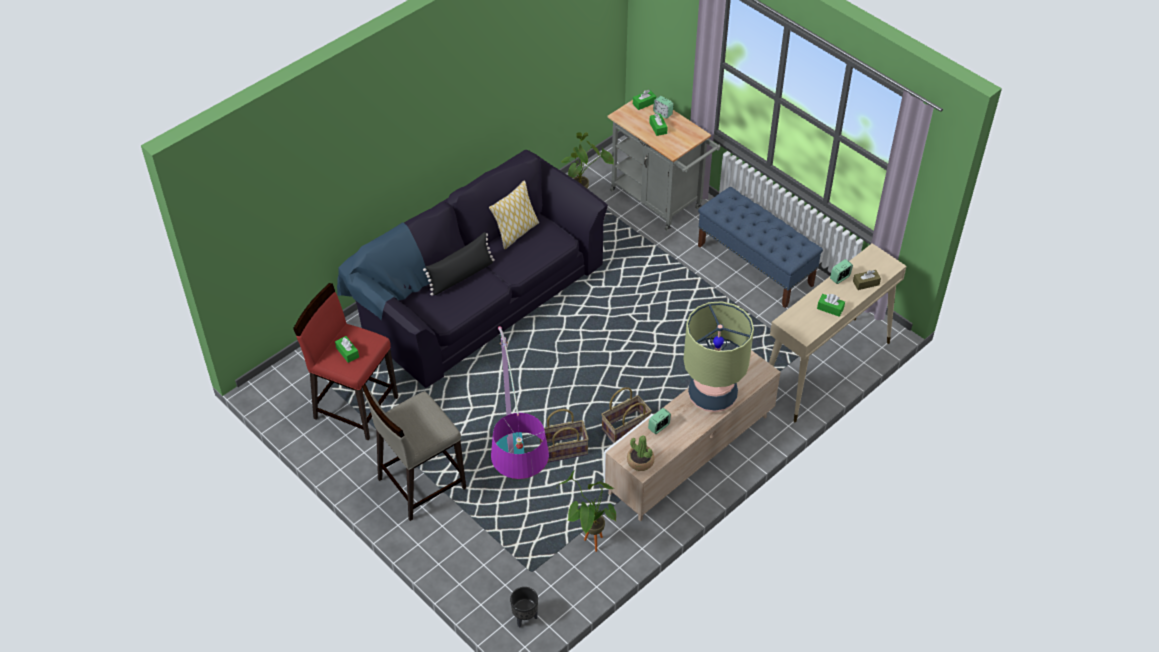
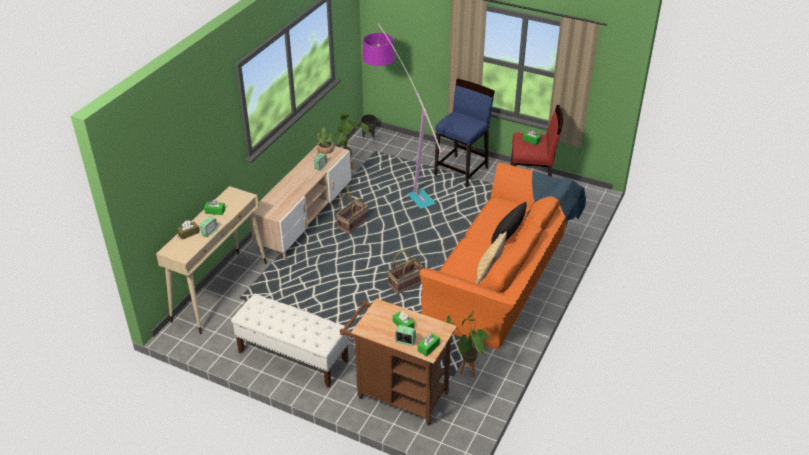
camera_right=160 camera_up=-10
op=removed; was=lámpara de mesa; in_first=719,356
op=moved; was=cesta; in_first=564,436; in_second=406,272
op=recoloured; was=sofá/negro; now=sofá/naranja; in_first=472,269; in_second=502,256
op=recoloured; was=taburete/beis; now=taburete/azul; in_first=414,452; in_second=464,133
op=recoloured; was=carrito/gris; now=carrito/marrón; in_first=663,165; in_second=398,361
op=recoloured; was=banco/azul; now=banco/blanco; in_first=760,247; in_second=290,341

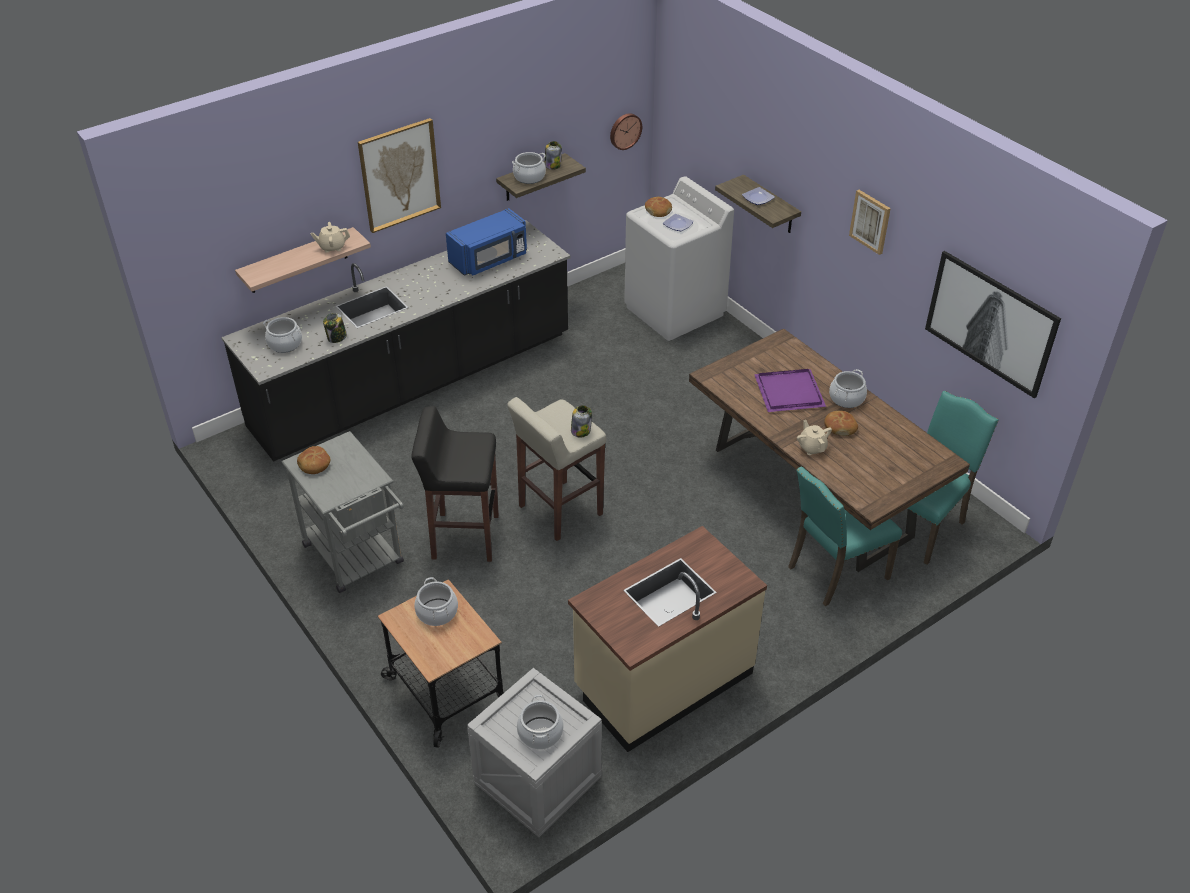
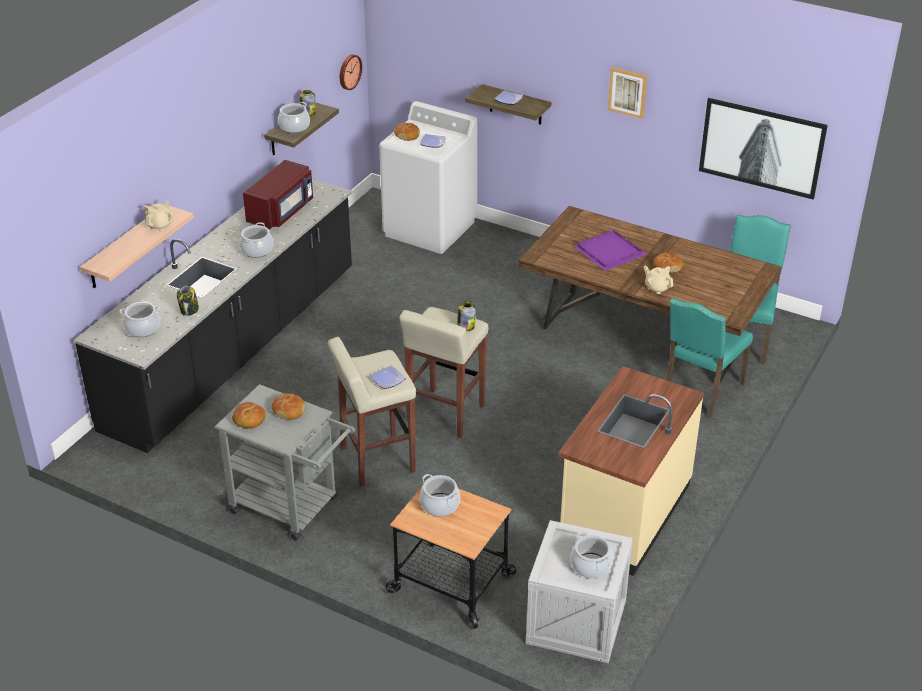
camera_right=-25 camera_up=-5
op=removed; was=cuadro; in_first=399,175
op=added; now=pan; in_second=288,407
op=added; now=plato; in_second=388,377
op=moved; was=olla; in_first=848,388; in_second=256,240
op=recoloured; was=taburete/negro; now=taburete/beis; in_first=455,484; in_second=372,412
op=recoloured; was=microondas/azul; now=microondas/rojo; in_first=486,242; in_second=278,194
op=turned; was=tetera/beis; in_first=330,237; in_second=157,215; clockwise=150

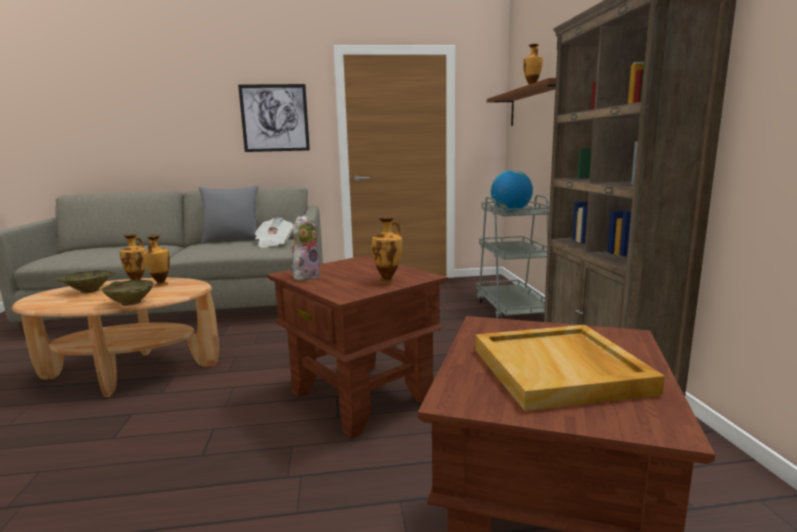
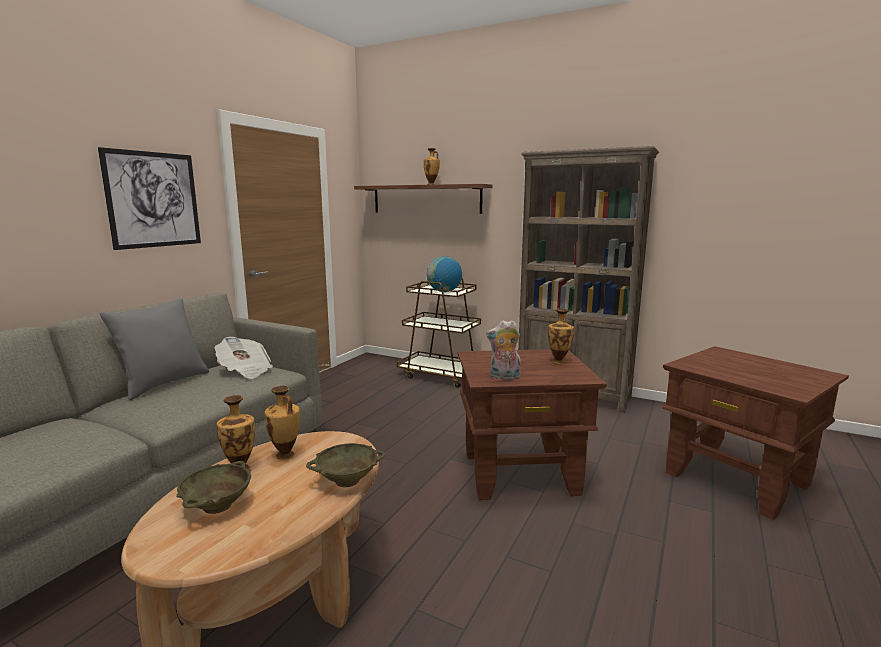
camera_right=-55 camera_up=0
op=removed; was=bandeja/beis; in_first=570,368
op=recoloured; was=carrito/gris; now=carrito/marrón; in_first=513,256; in_second=439,333
op=turned; was=peluche; in_first=306,248; in_second=503,350; clockwise=-60

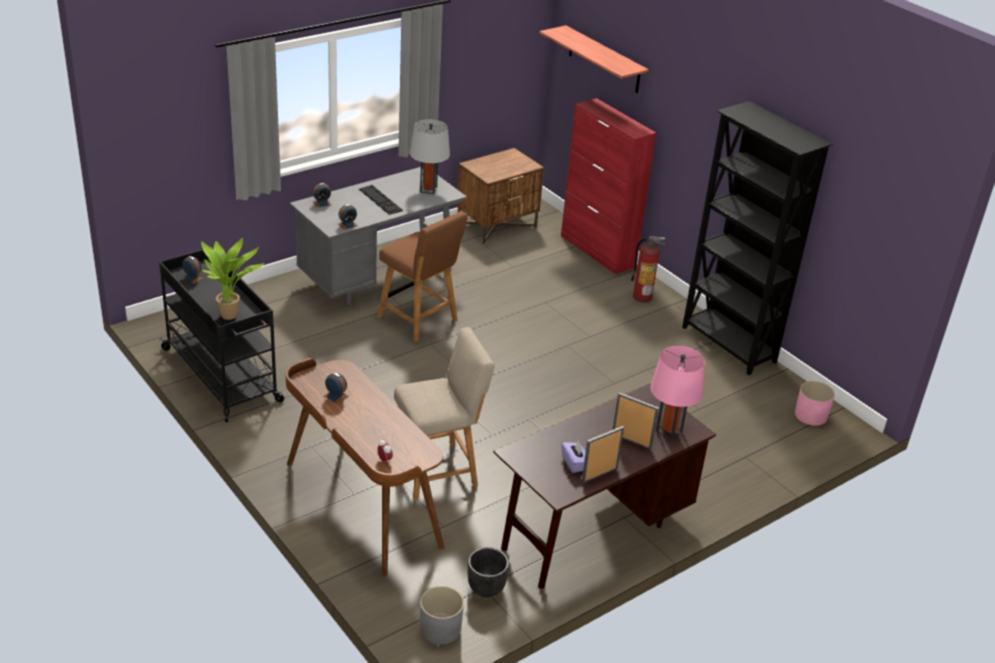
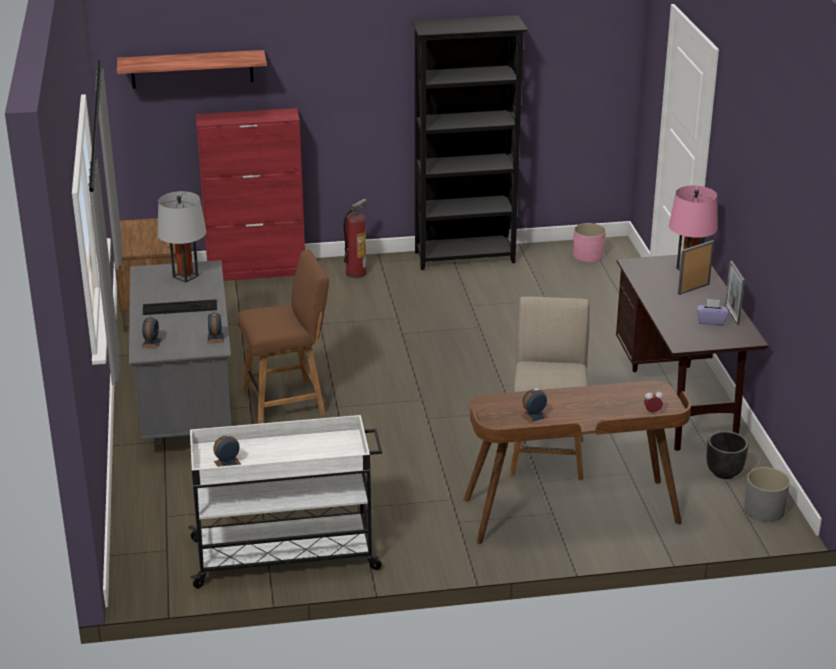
camera_right=-60 camera_up=-5
op=removed; was=planta en maceta; in_first=232,279
op=recoloured; was=carrito/negro; now=carrito/blanco; in_first=221,335; in_second=285,502

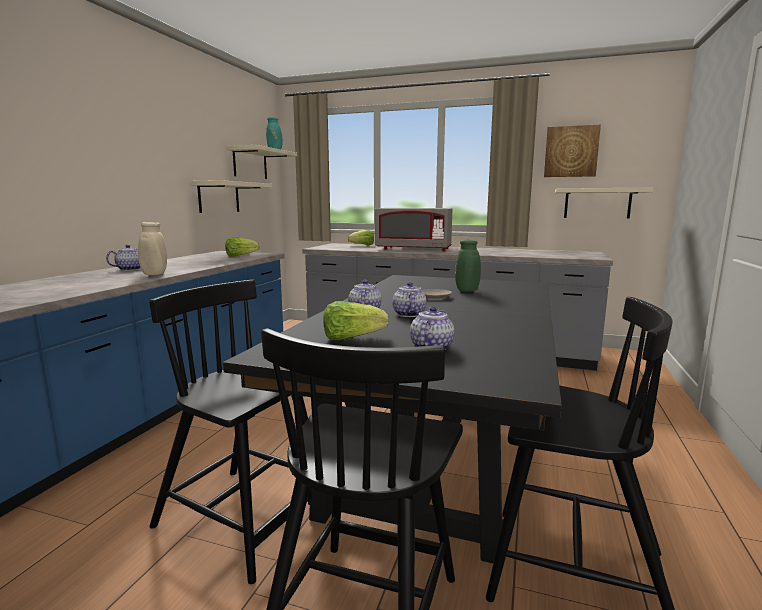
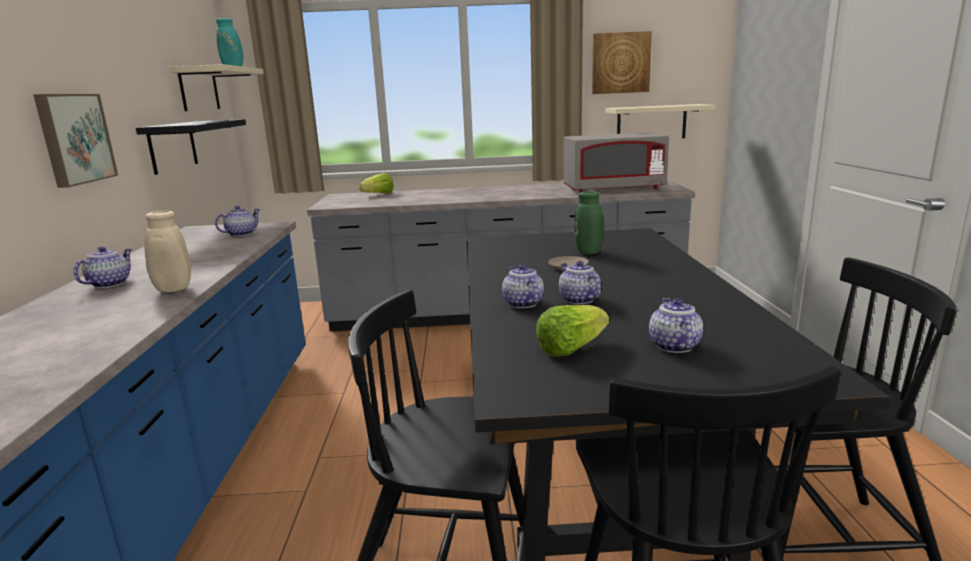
camera_right=-20 camera_up=5
op=added; now=cuadro; in_second=75,141
op=moved; was=microondas/gris; in_first=413,229; in_second=616,163
op=replaced; was=lechuga; now=tetera; in_first=242,247; in_second=237,221
op=recoloured; was=estante/beis; now=estante/negro; in_first=230,196; in_second=191,147

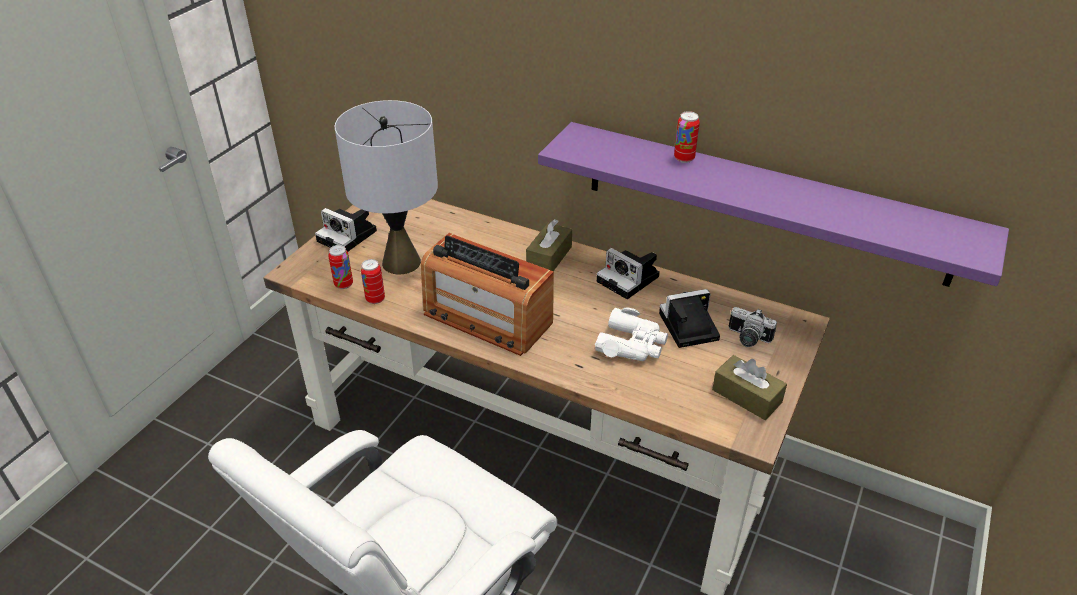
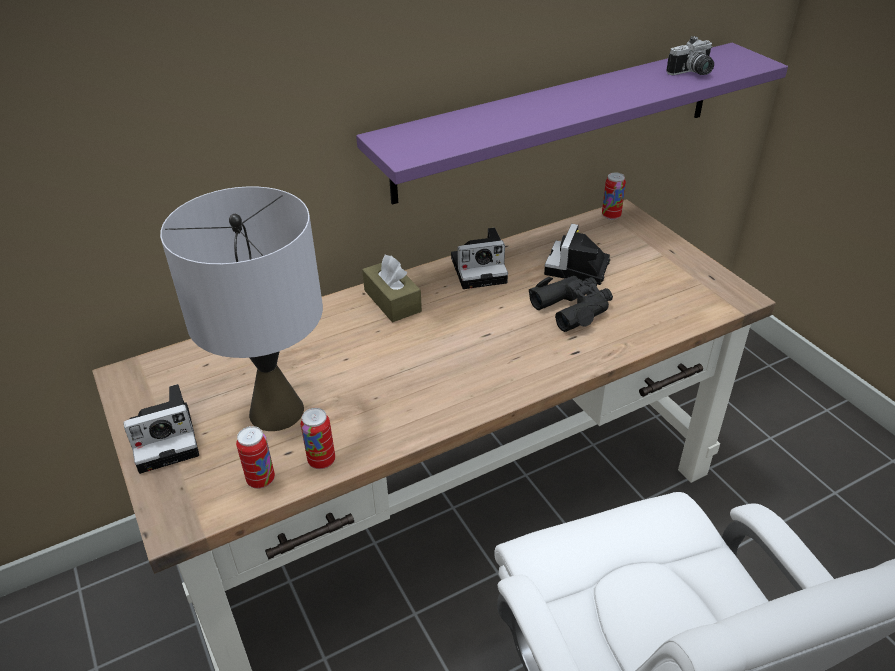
camera_right=-55 camera_up=0
op=removed; was=radio; in_first=487,294
op=removed; was=caja de pañuelos/marrón; in_first=749,387
op=moved; was=lata; in_first=687,137; in_second=614,196
op=moved; was=cámara; in_first=753,327; in_second=690,55
op=recoloured; was=prismáticos/blanco; now=prismáticos/negro; in_first=631,334; in_second=571,304

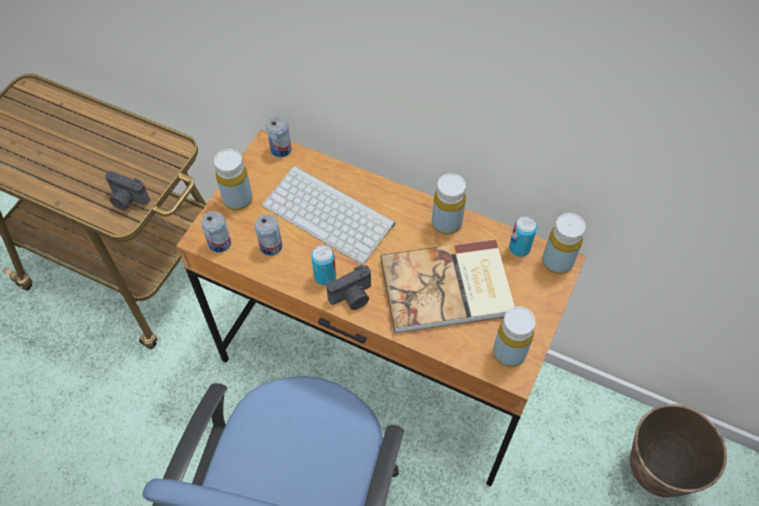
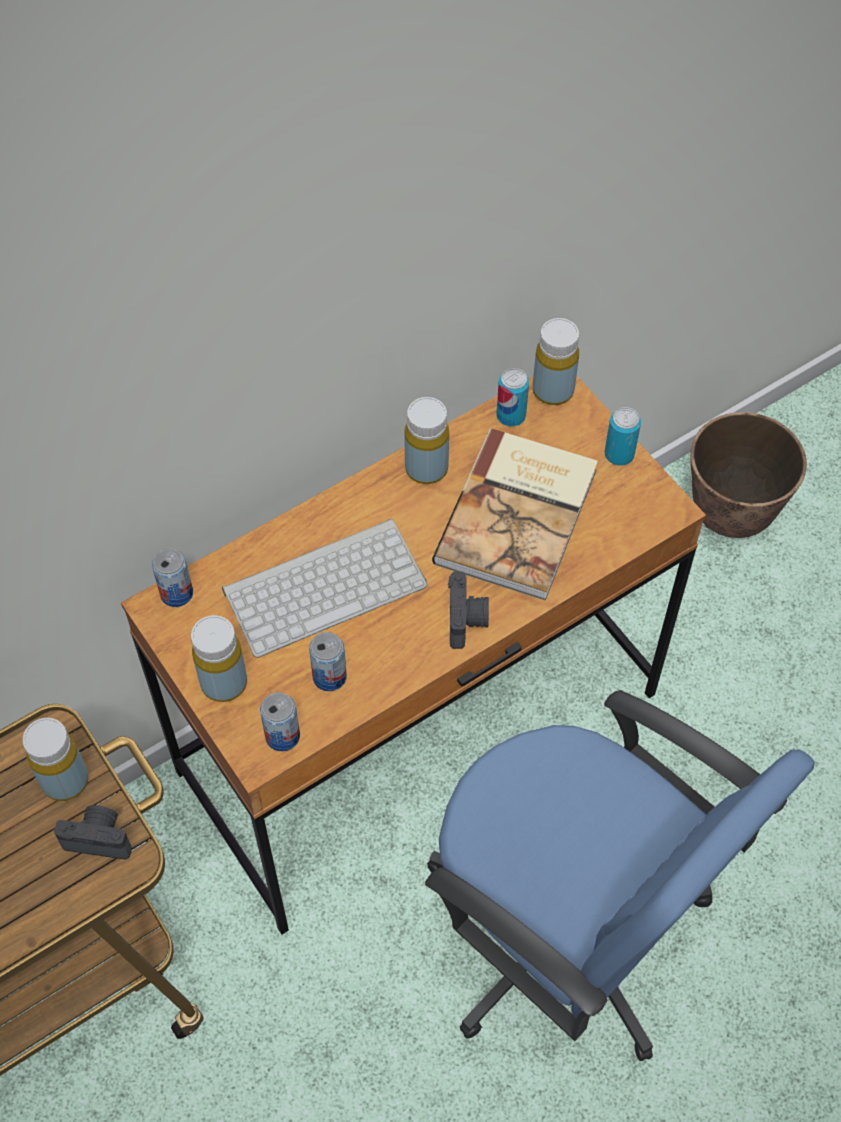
camera_right=-60 camera_up=0
op=moved; was=lata; in_first=323,265; in_second=623,436
op=moved; was=botella/amarillo; in_first=514,336; in_second=55,759
op=turned; was=cámara; in_first=127,191; in_second=93,832; clockwise=-135

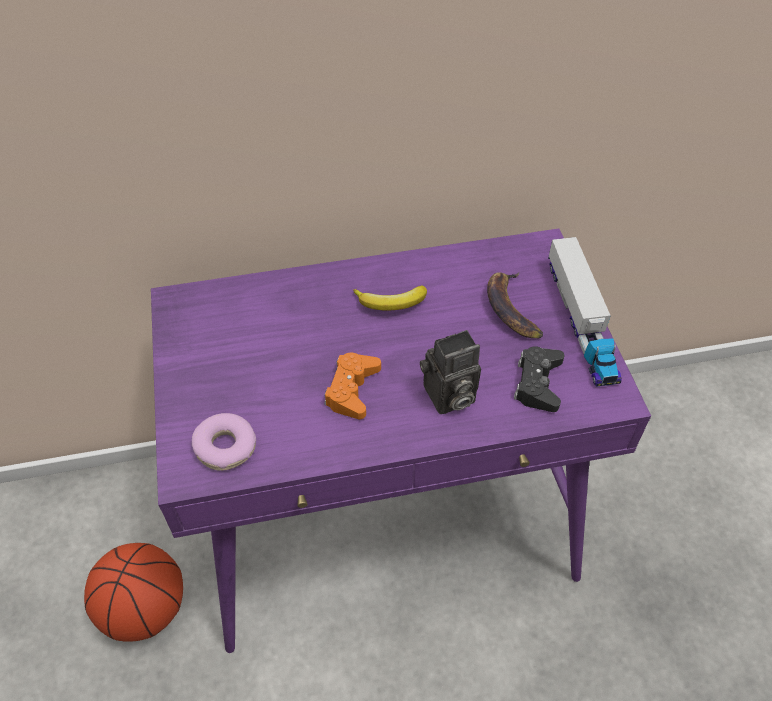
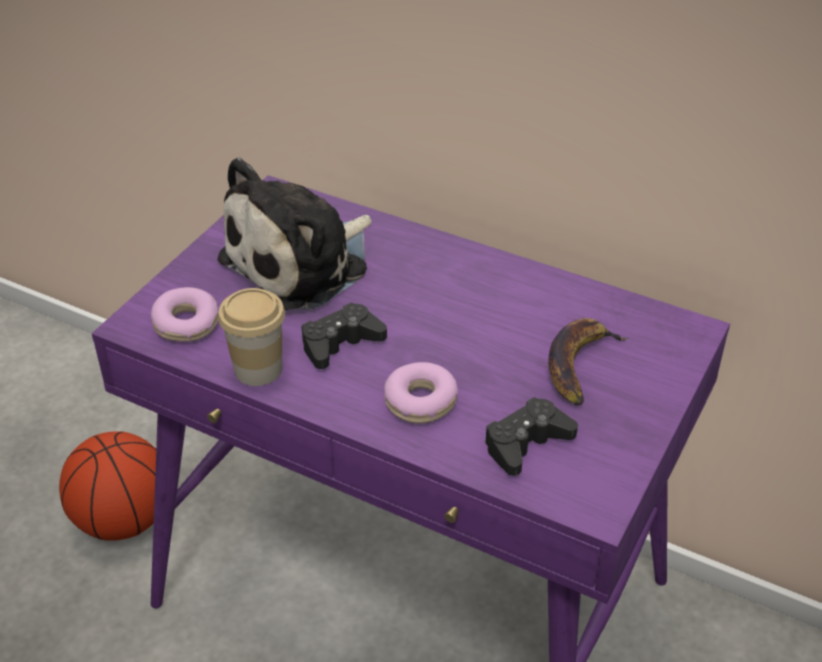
camera_right=40 camera_up=-10
op=removed; was=plátano; in_first=390,298
op=removed; was=camión de juguete; in_first=585,312
op=added; now=peluche; in_second=294,233
op=added; now=taza; in_second=251,337
op=replaced; was=cámara; now=rosquilla; in_first=450,372; in_second=421,393
op=recoloured; was=mando de consola/naranja; now=mando de consola/negro; in_first=352,386; in_second=344,335

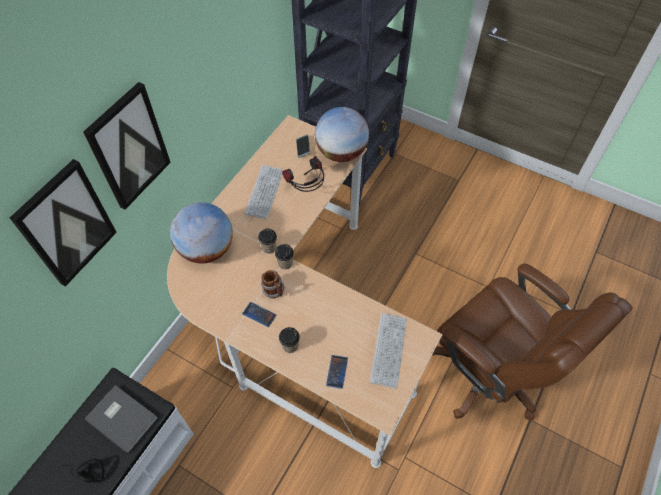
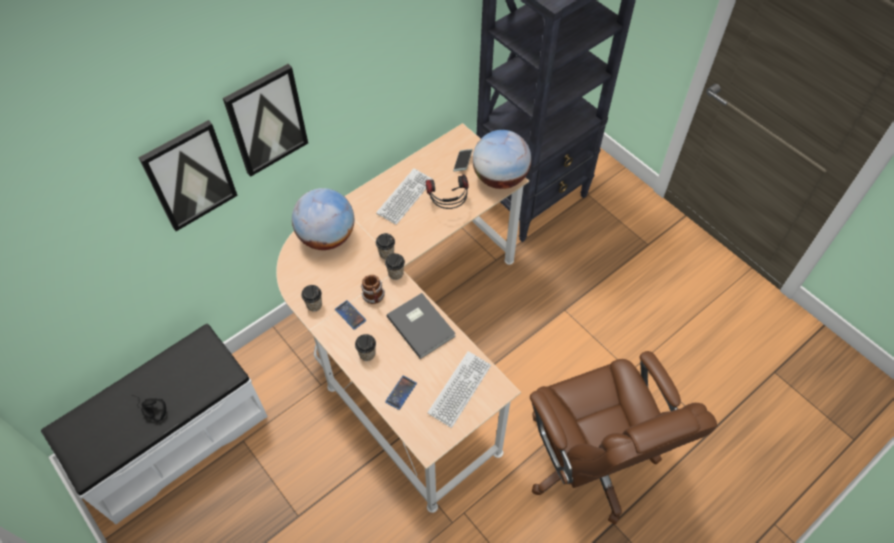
camera_right=20 camera_up=0
op=added; now=taza; in_second=311,298
op=moved; was=libro/gris; in_first=121,419; in_second=421,326

